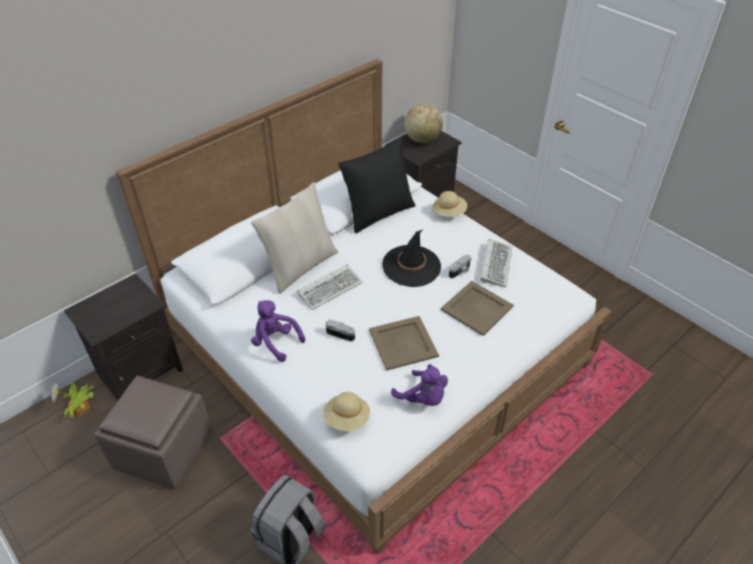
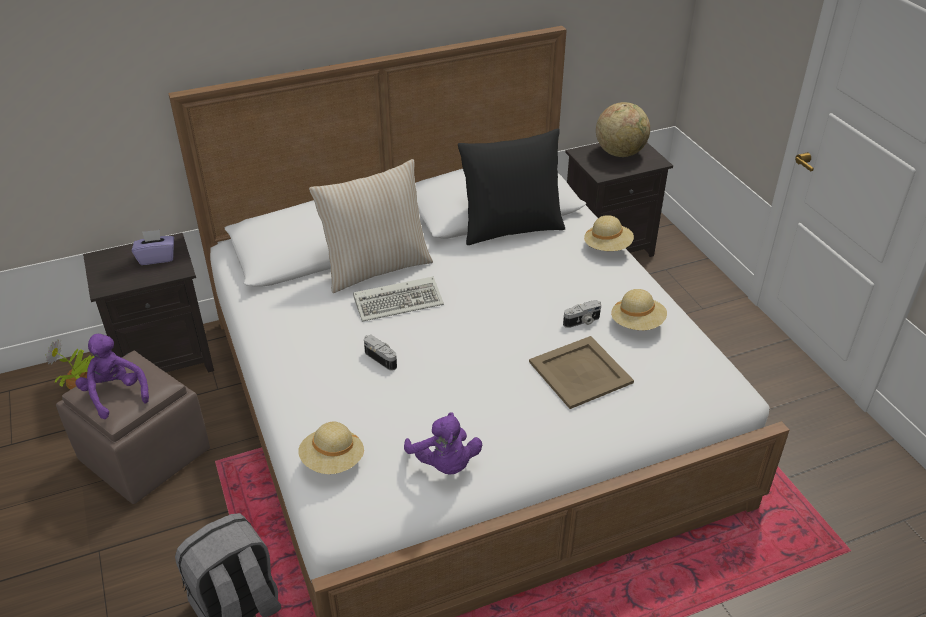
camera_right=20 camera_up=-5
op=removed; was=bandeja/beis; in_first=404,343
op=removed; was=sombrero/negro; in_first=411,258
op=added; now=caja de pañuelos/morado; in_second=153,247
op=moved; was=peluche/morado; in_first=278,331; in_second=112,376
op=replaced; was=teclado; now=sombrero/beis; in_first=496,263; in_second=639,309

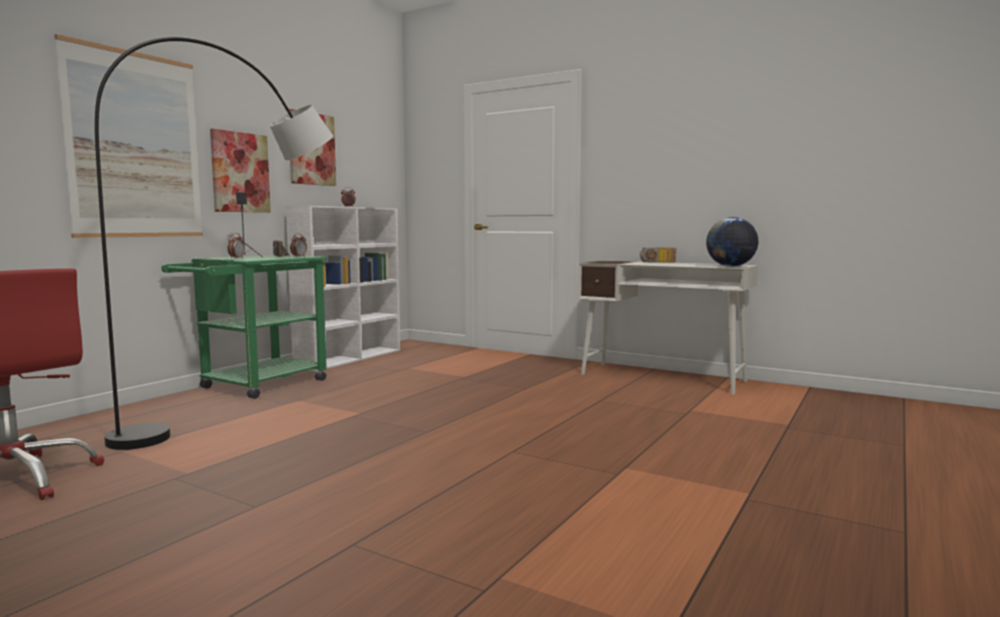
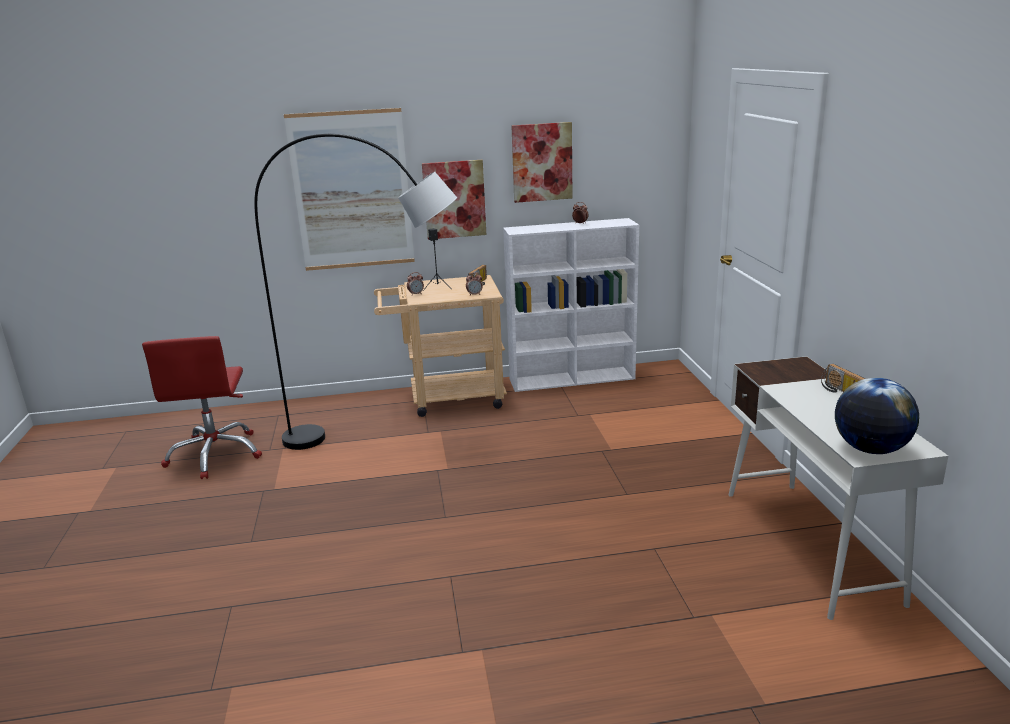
camera_right=50 camera_up=15
op=recoloured; was=carrito/verde; now=carrito/beis; in_first=244,327; in_second=440,346

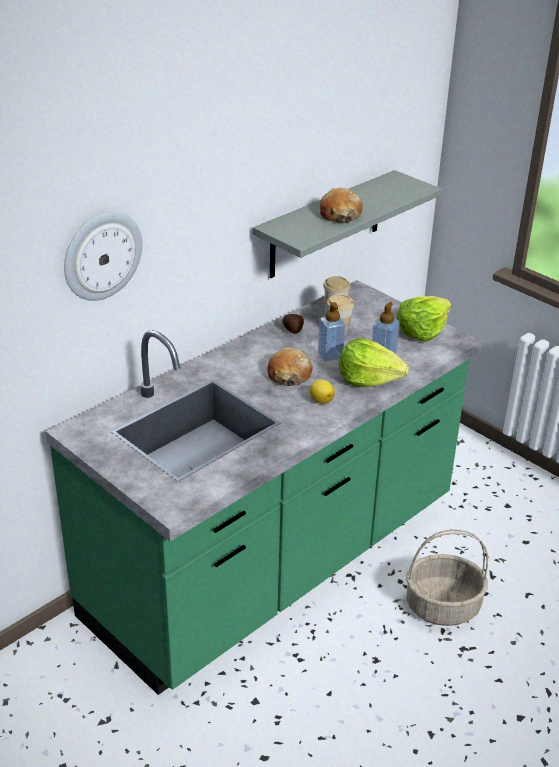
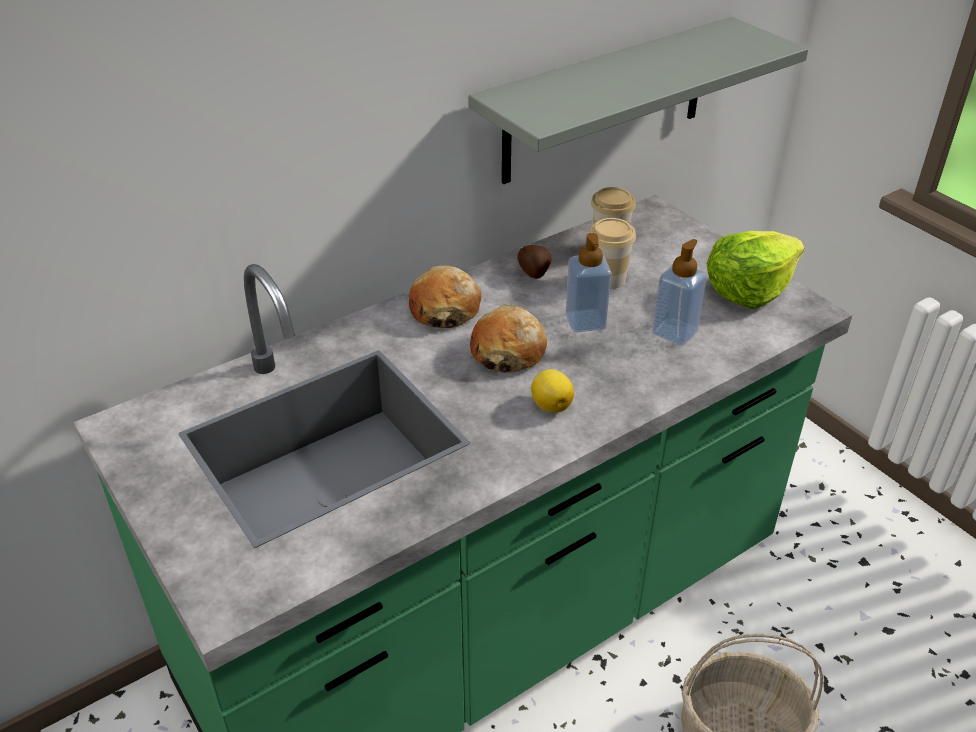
camera_right=10 camera_up=5
op=removed; was=reloj de pared; in_first=103,256
op=removed; was=lechuga; in_first=374,362
op=moved; was=pan; in_first=341,205; in_second=445,296

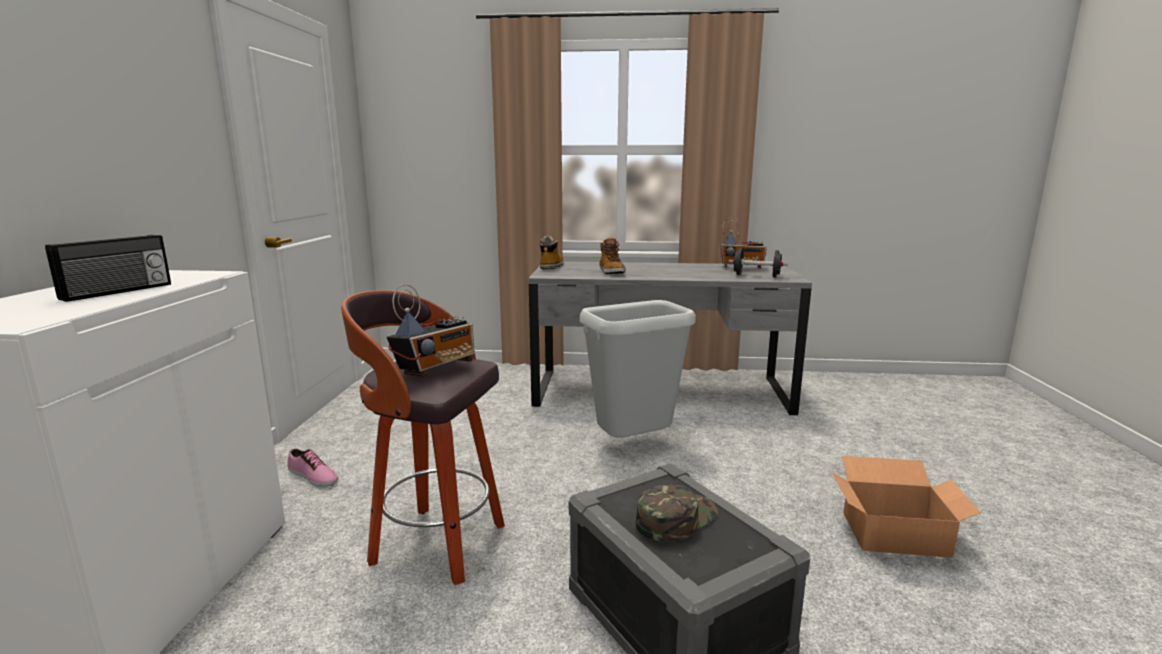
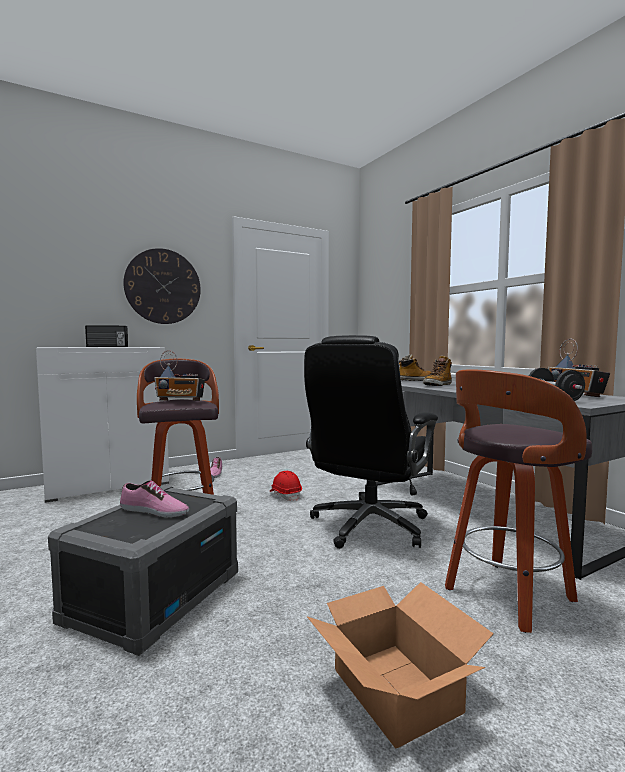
camera_right=55 camera_up=-10
op=added; now=reloj de pared; in_second=162,286
op=added; now=casco/rojo; in_second=286,486
op=added; now=taburete; in_second=518,501
op=replaced; was=papelera/gris; now=silla de oficina/negro; in_first=638,369; in_second=371,442
op=replaced; was=gorra/verde; now=zapato; in_first=677,513; in_second=154,499

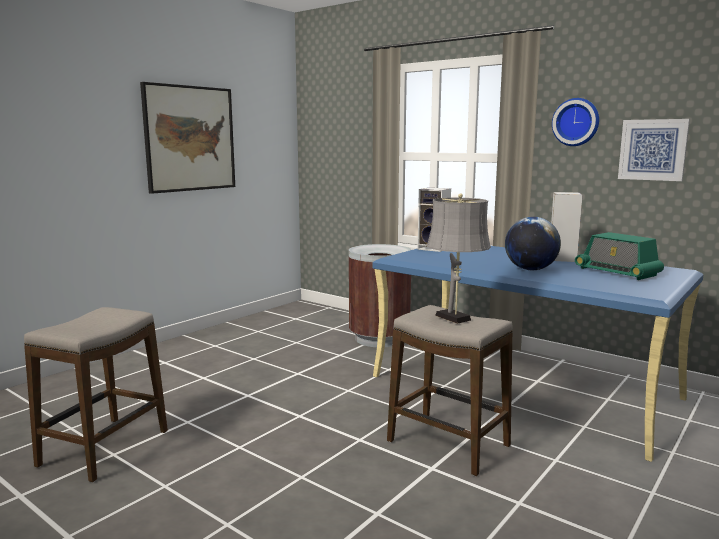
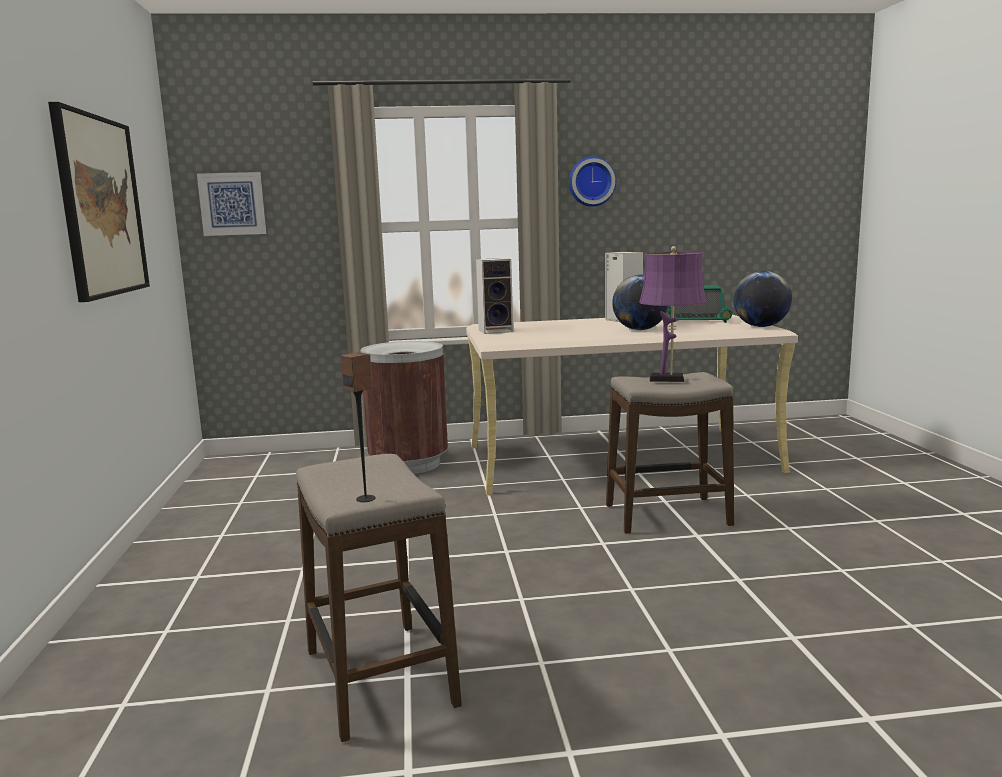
camera_right=-45 camera_up=0
op=added; now=altavoz; in_second=358,427
op=added; now=globo terráqueo; in_second=762,299
op=moved; was=cuadro; in_first=654,150; in_second=231,204
op=recoloured; was=escritorio/azul; now=escritorio/beis; in_first=538,354; in_second=632,405
op=recoloured; was=lámpara de mesa/gris; now=lámpara de mesa/morado; in_first=459,258; in_second=673,314

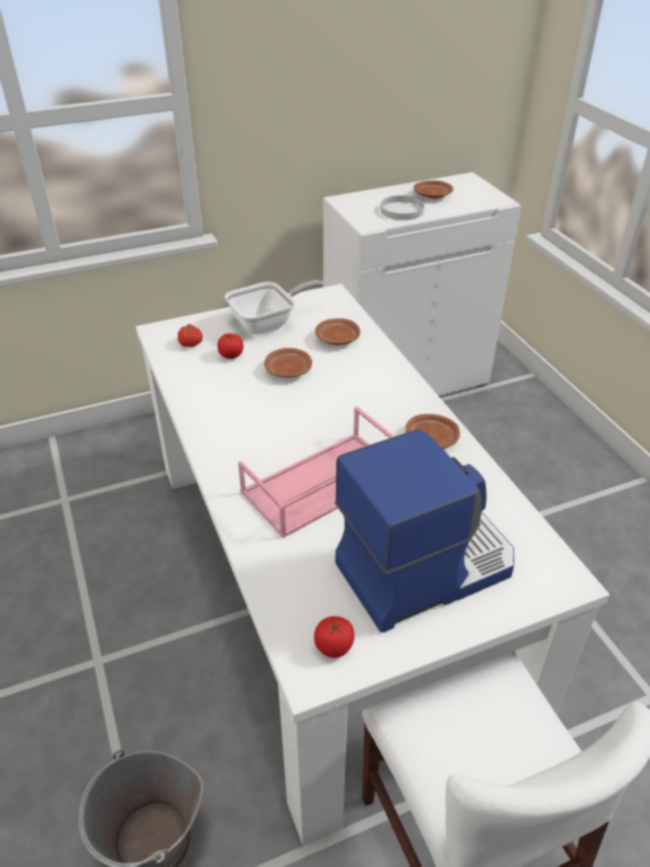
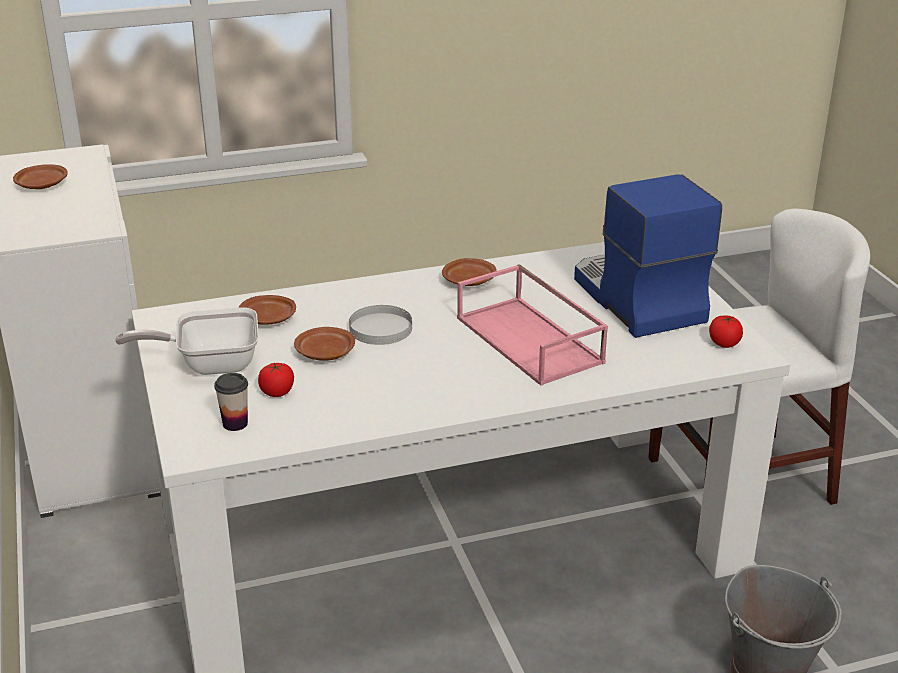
camera_right=-85 camera_up=-10
op=moved; was=plato/blanco; in_first=402,208; in_second=380,325
op=replaced; was=tomate; now=taza; in_first=190,335; in_second=231,402
op=turned; was=sartén; in_first=274,307; in_second=187,341; clockwise=-75

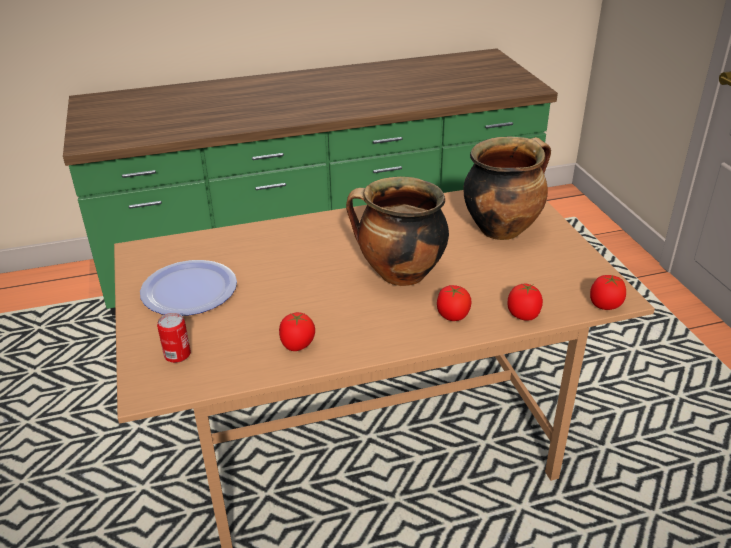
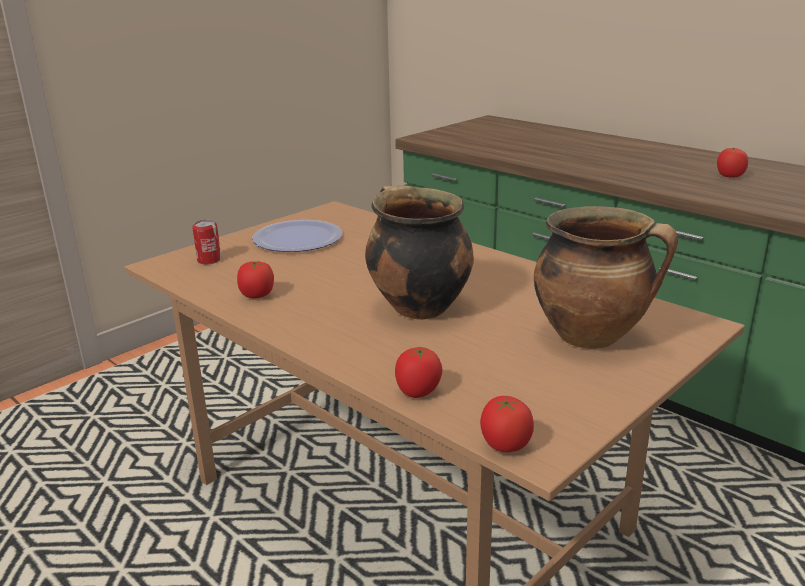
camera_right=60 camera_up=-10
op=moved; was=tomate; in_first=454,303; in_second=732,163

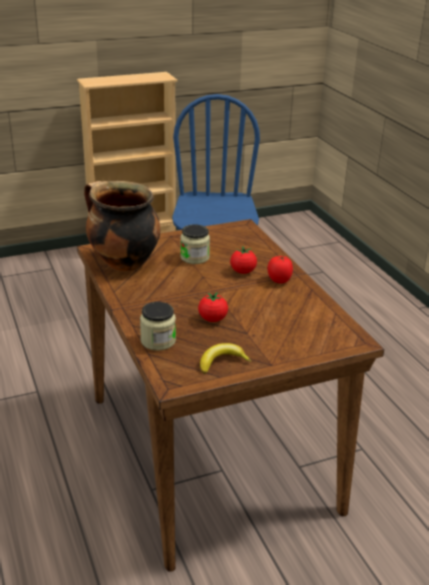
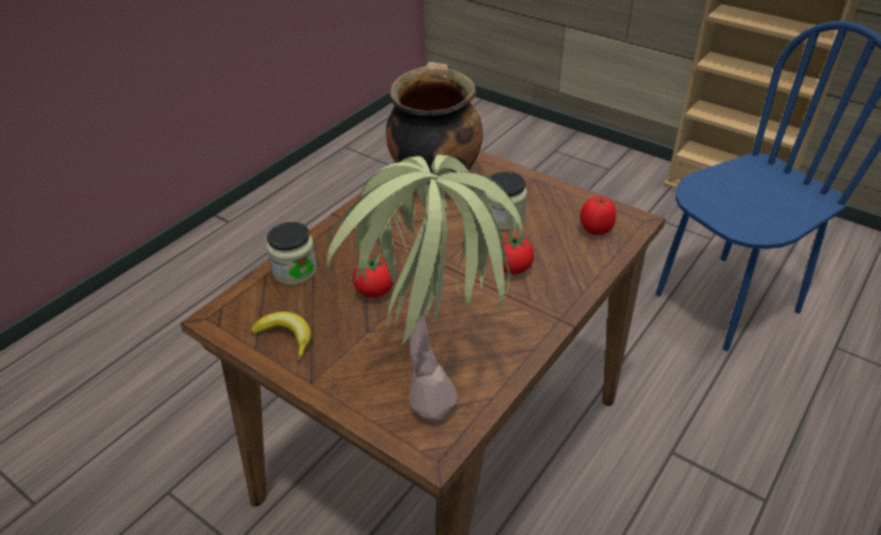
camera_right=60 camera_up=10
op=added; now=planta en maceta; in_second=424,288
op=moved; was=tomate; in_first=280,270; in_second=598,215

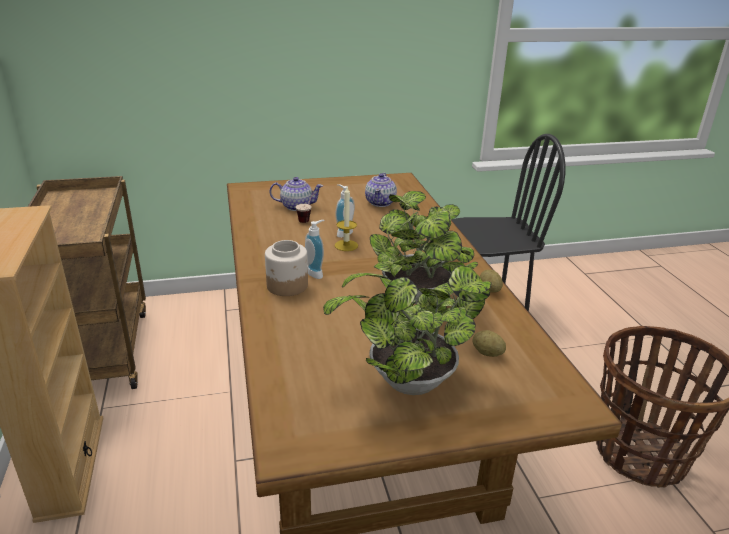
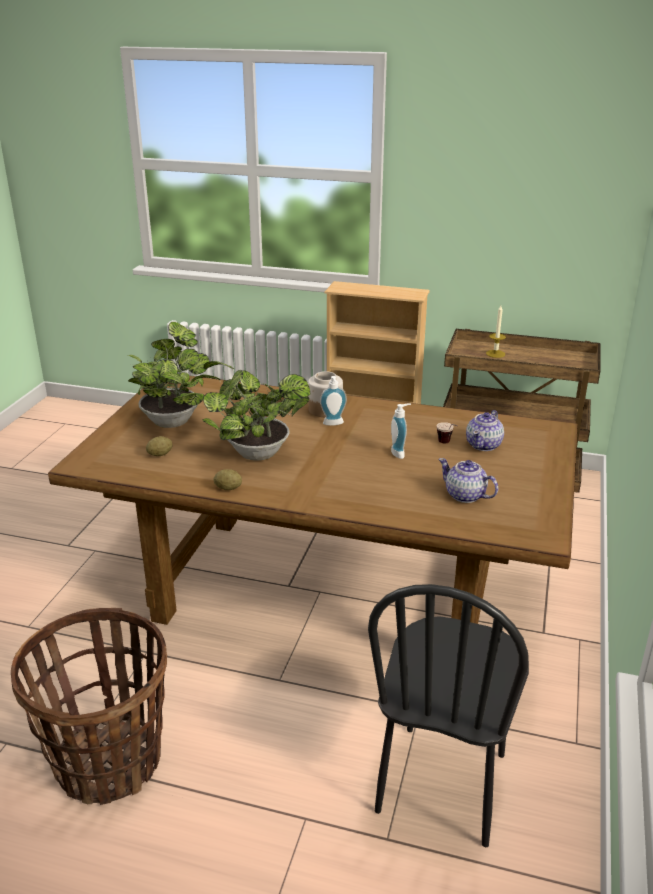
camera_right=120 camera_up=0
op=moved; was=vela; in_first=346,219; in_second=496,331

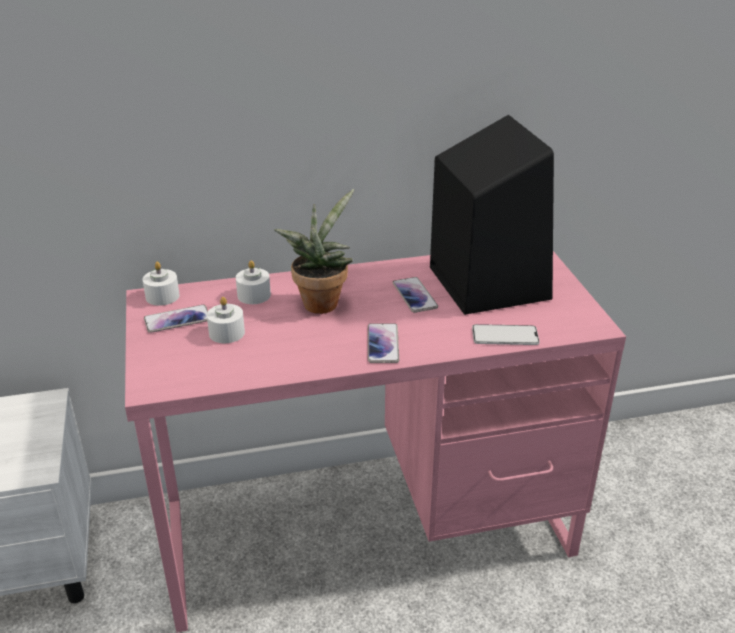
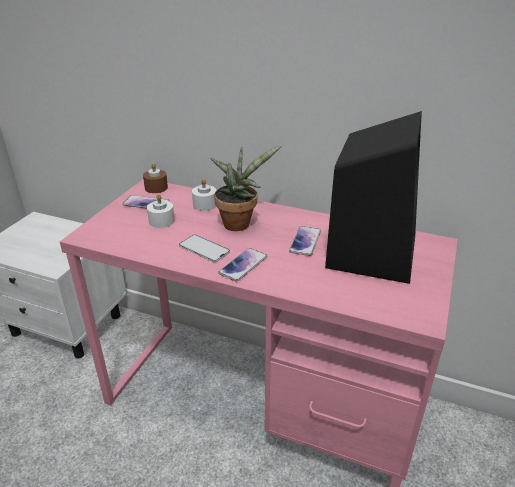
camera_right=35 camera_up=0
op=moved; was=móvil; in_first=506,334; in_second=204,248
op=recoloured; was=vela/blanco; now=vela/marrón; in_first=161,283; in_second=155,178

